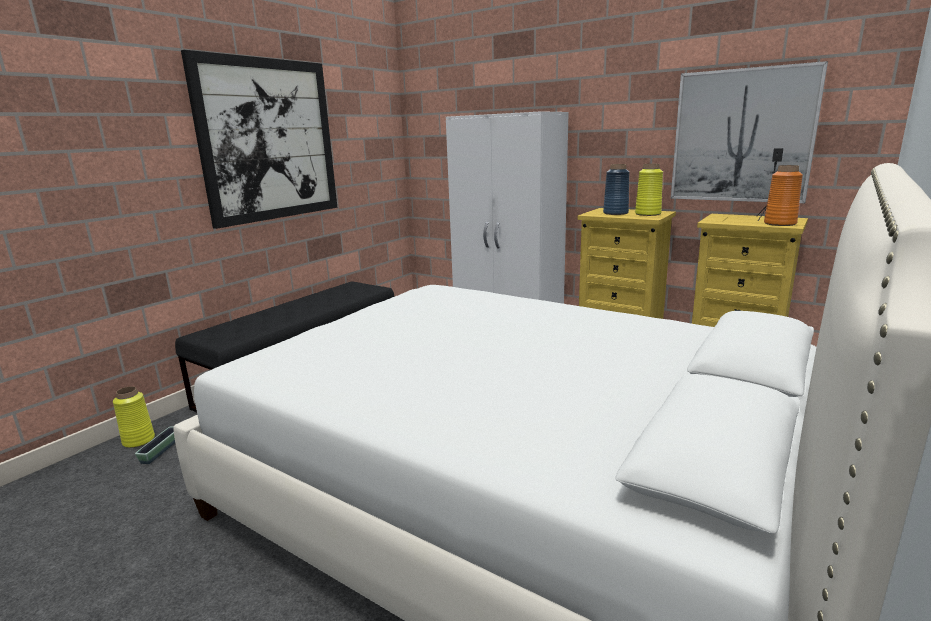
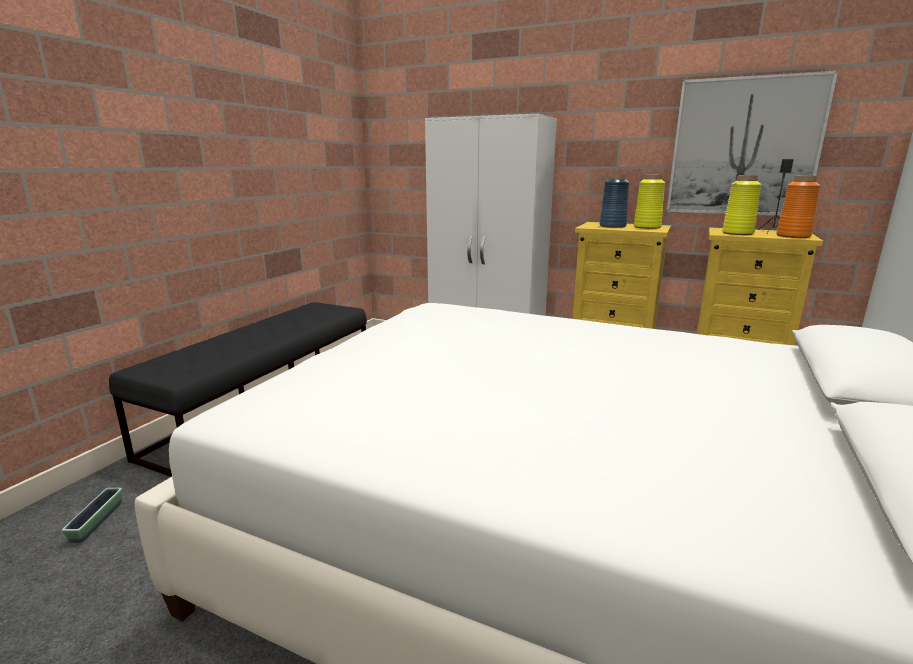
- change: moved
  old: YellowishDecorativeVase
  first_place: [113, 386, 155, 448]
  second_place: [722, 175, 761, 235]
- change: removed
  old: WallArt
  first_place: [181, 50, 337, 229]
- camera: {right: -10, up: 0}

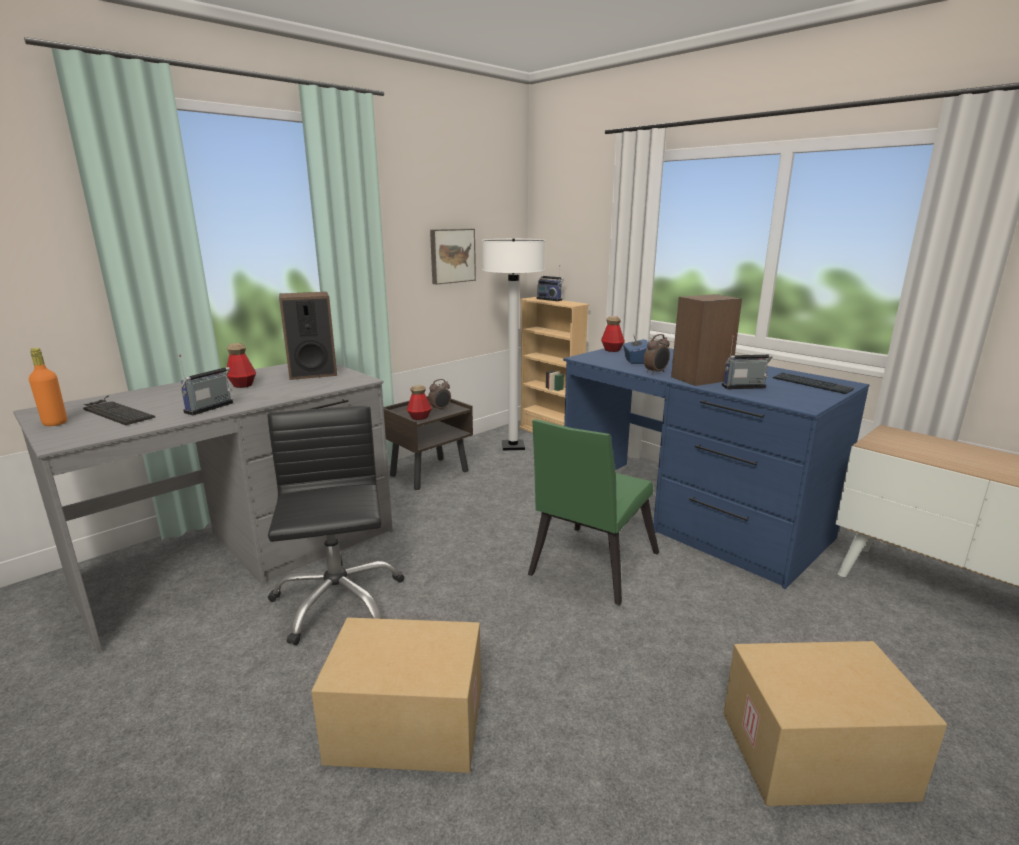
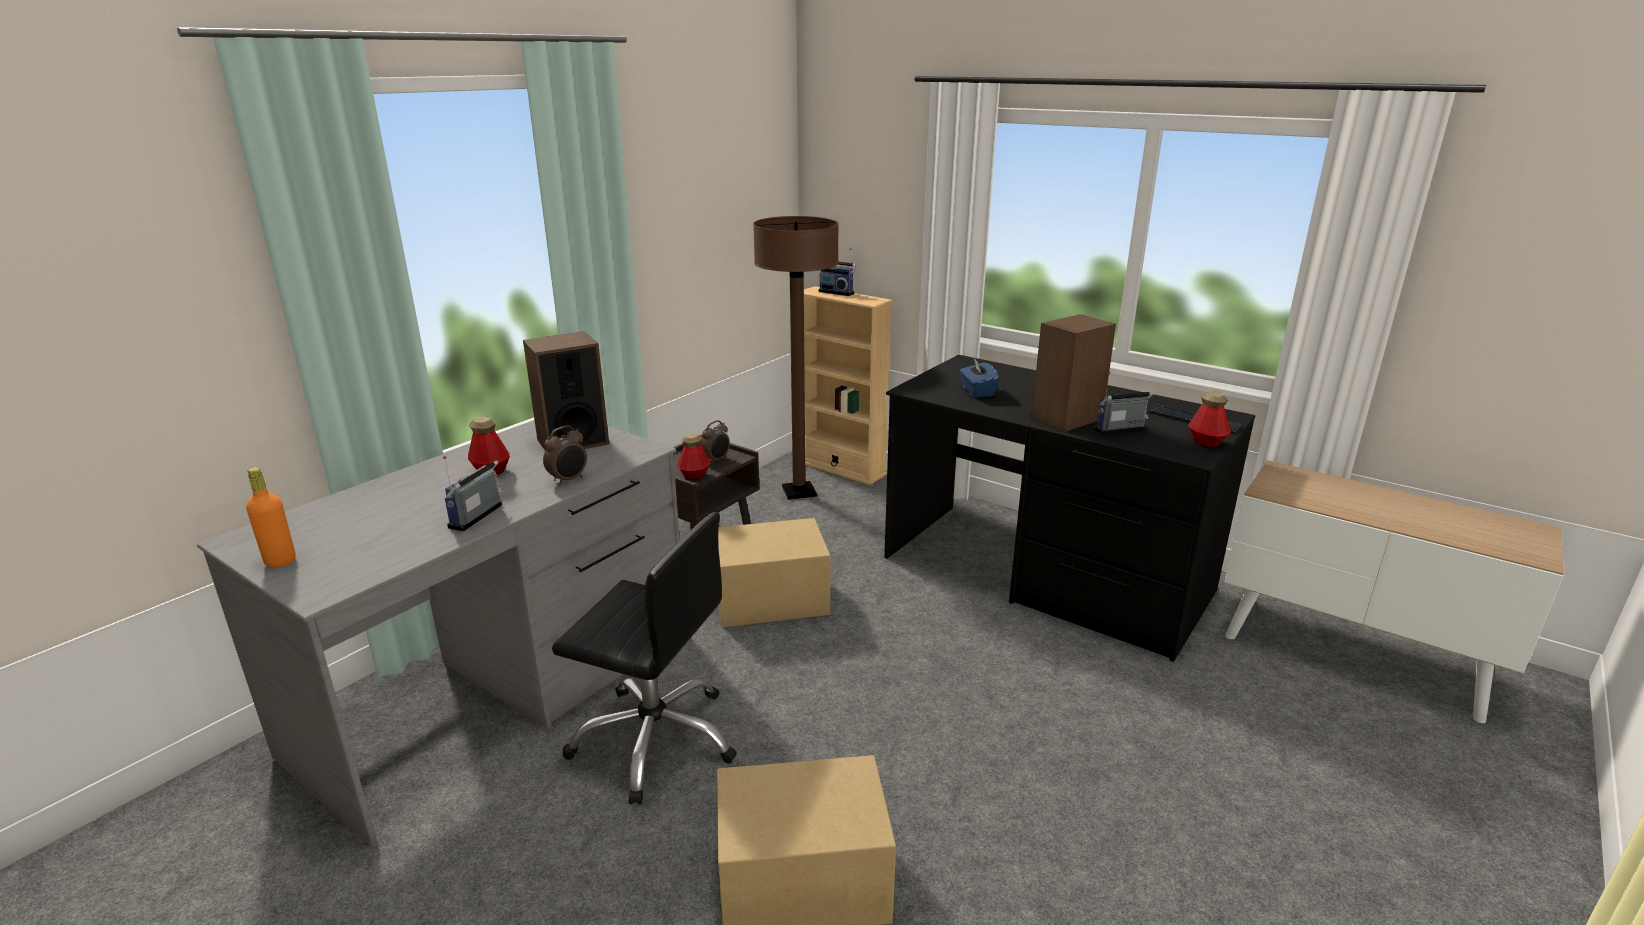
- change: moved
  old: TableClock
  first_place: [644, 334, 670, 374]
  second_place: [543, 425, 587, 485]
- change: turned
  old: BlackishOfficeChair
  first_place: [268, 406, 404, 645]
  second_place: [552, 512, 737, 805]
  degrees: 135
- change: moved
  old: CardboardBox
  first_place: [723, 641, 947, 806]
  second_place: [718, 518, 830, 627]
- change: recoloured
  old: WhiteColouredFloorLamp
  new: BrownFloorLamp
  first_place: [482, 239, 545, 450]
  second_place: [753, 216, 839, 500]
- change: recoloured
  old: BlueDesk
  new: BlackishDesk
  first_place: [563, 342, 869, 589]
  second_place: [884, 355, 1255, 662]
- change: moved
  old: Bottle
  first_place: [601, 316, 625, 352]
  second_place: [1188, 391, 1231, 448]
- change: removed
  old: PcKeyboard
  first_place: [83, 395, 155, 425]
- change: removed
  old: WallArt
  first_place: [430, 229, 476, 285]
- change: removed
  old: GreenColouredUprightChair
  first_place: [528, 419, 659, 605]
- camera: {right: -10, up: 5}

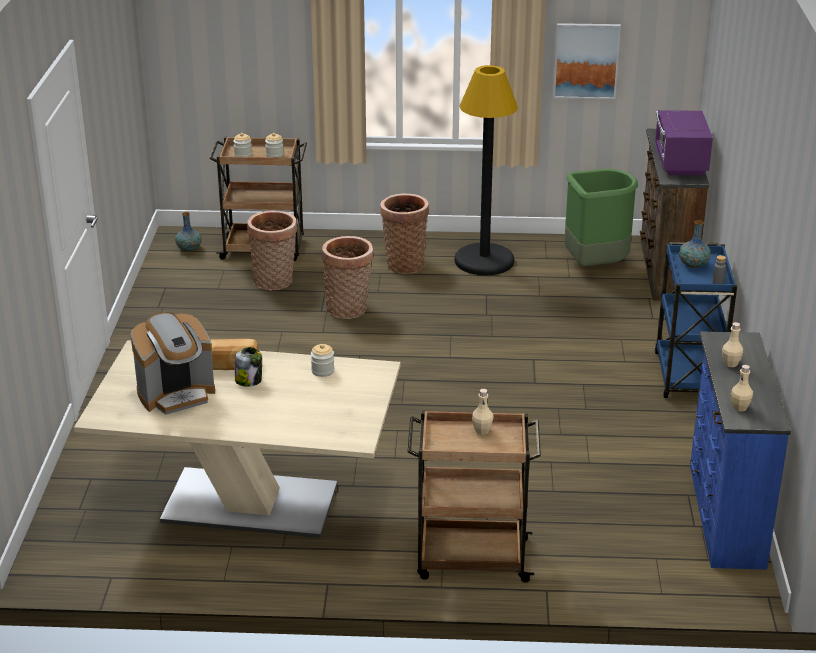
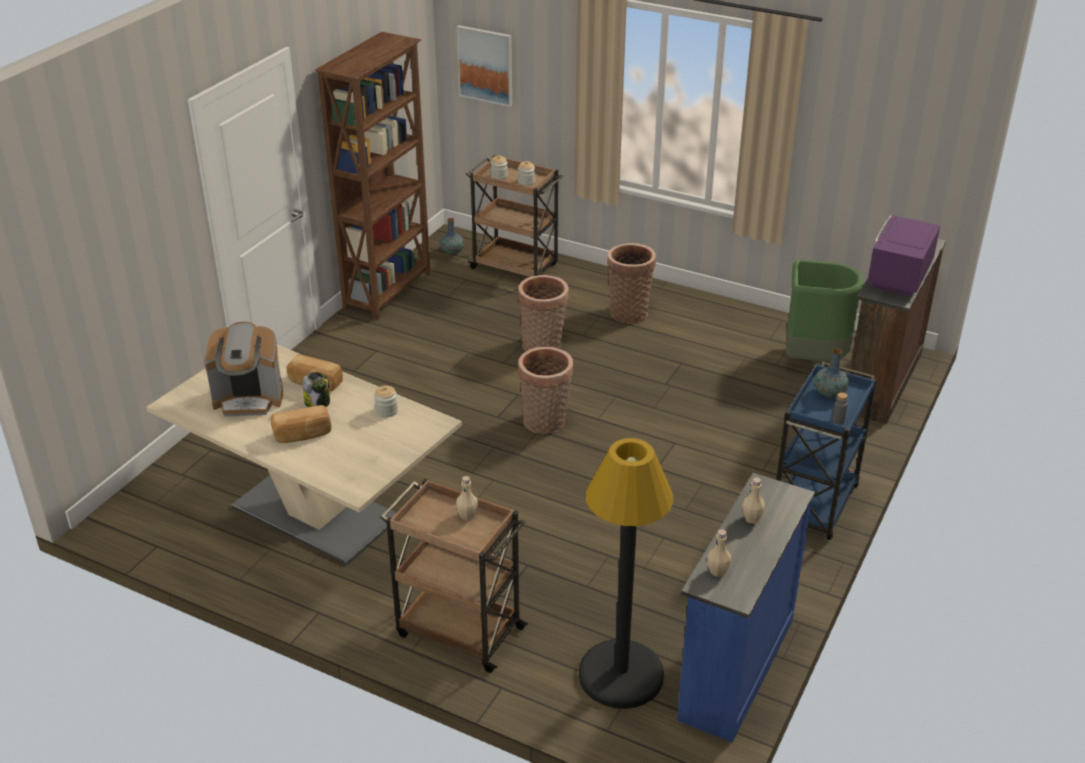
- change: added
  new: BakeryBread
  second_place: [271, 405, 331, 443]
- change: added
  new: BrownShelvingUnit
  second_place: [315, 32, 431, 320]
- change: moved
  old: WallArt
  first_place: [553, 23, 621, 99]
  second_place: [456, 25, 512, 107]
- change: moved
  old: Basket
  first_place: [247, 211, 297, 291]
  second_place: [518, 347, 573, 434]
- change: moved
  old: BlackishFloorLamp
  first_place: [455, 65, 518, 276]
  second_place: [579, 438, 673, 709]
- camera: {right: 25, up: 5}

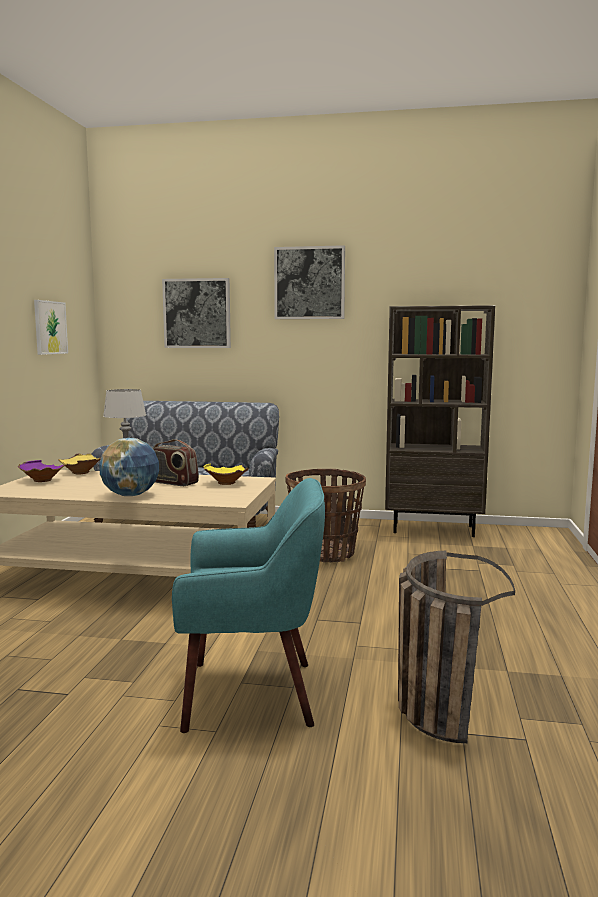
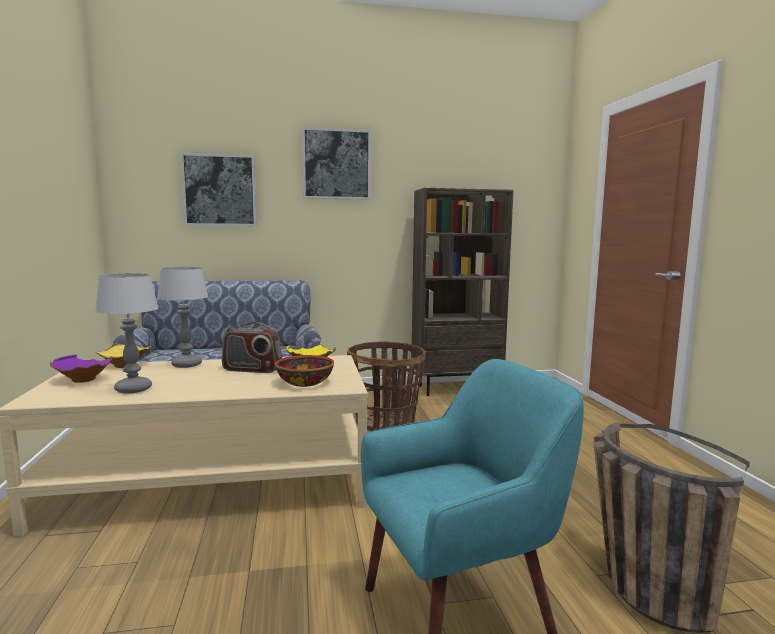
- change: added
  new: TableLamp
  second_place: [95, 273, 159, 394]
- change: added
  new: Bowl
  second_place: [275, 355, 334, 387]
- change: removed
  old: WallArt
  first_place: [34, 300, 68, 355]
- change: removed
  old: Globe
  first_place: [99, 438, 159, 496]
- camera: {right: -20, up: 0}

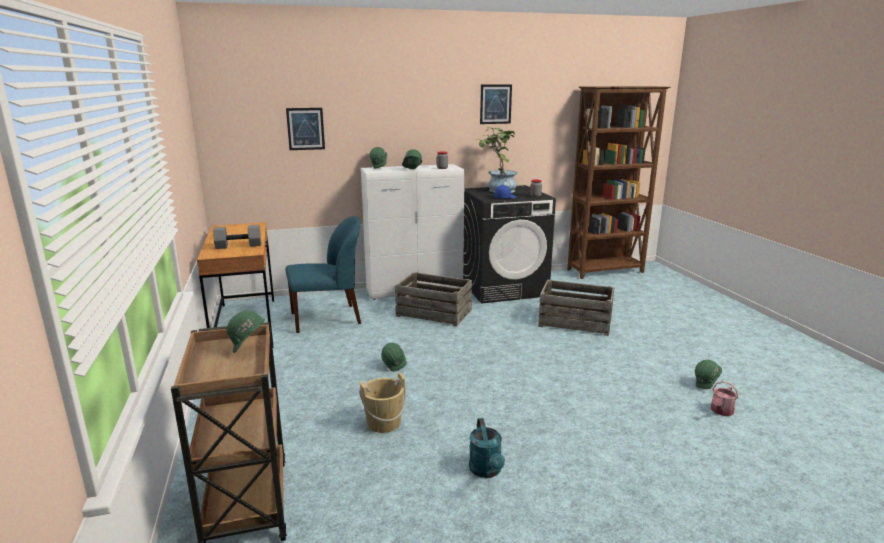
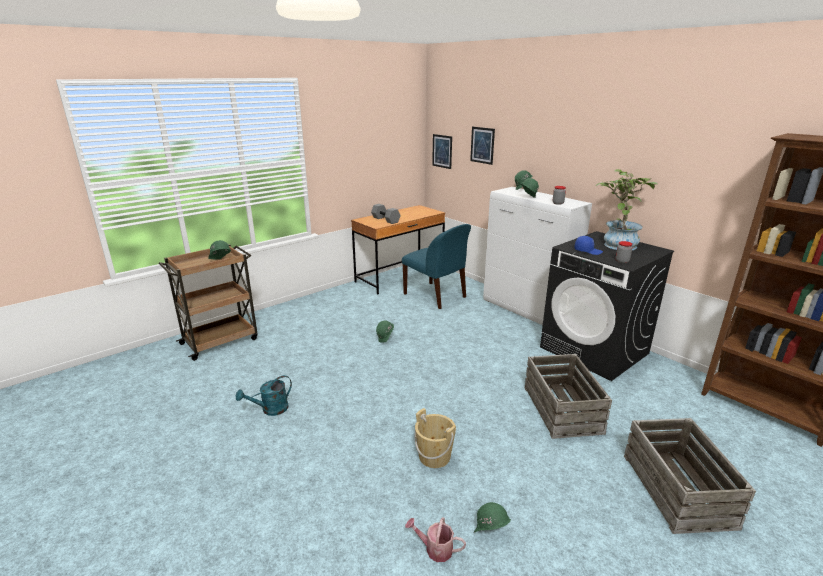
- change: moved
  old: BeigeColouredPail
  first_place: [359, 373, 406, 433]
  second_place: [415, 408, 456, 468]
- change: moved
  old: WallArt
  first_place: [480, 84, 512, 124]
  second_place: [432, 134, 452, 169]
- change: moved
  old: PackingCrate
  first_place: [395, 272, 472, 326]
  second_place: [624, 418, 756, 534]
- camera: {right: 65, up: 5}

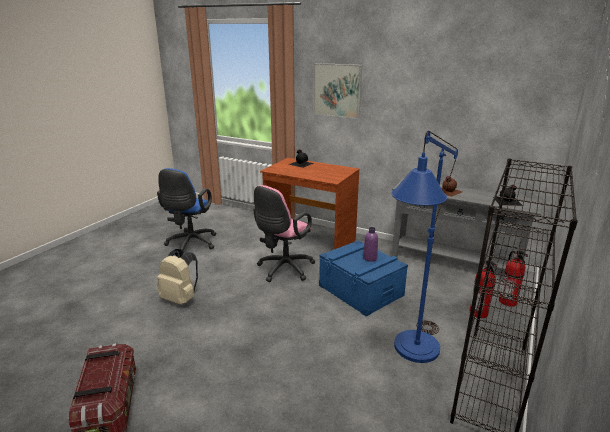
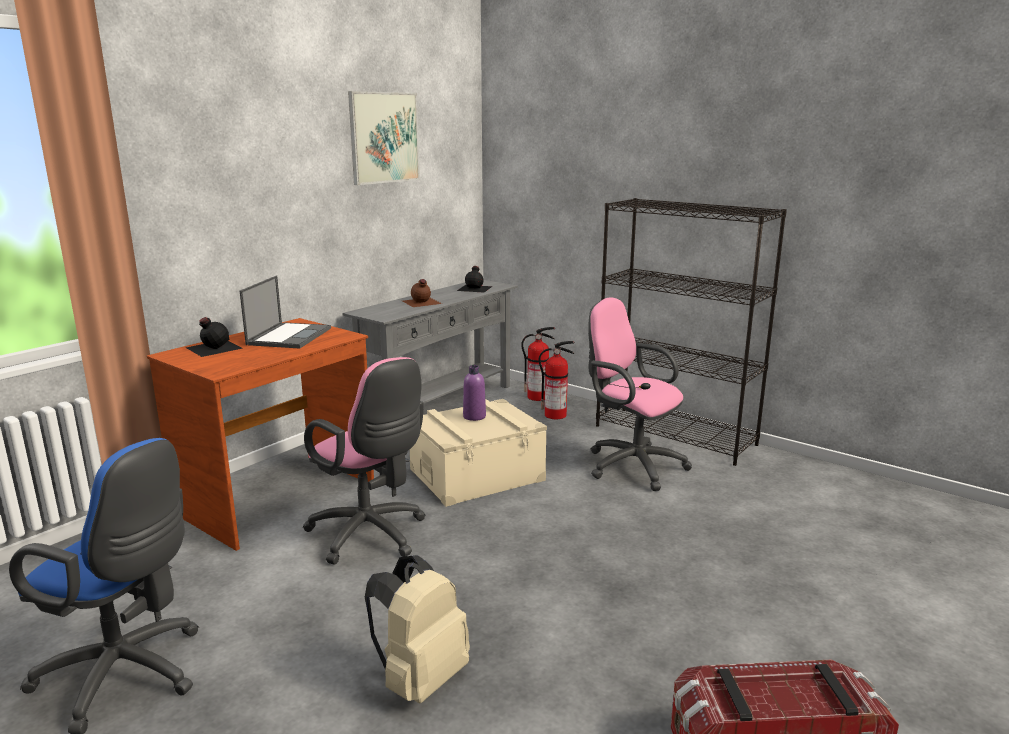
- change: added
  new: Laptop
  second_place: [240, 275, 331, 349]
- change: moved
  old: WallArt
  first_place: [313, 63, 362, 119]
  second_place: [348, 91, 420, 185]
- change: recoloured
  old: BlueStorageContainer
  new: BeigeColouredStorageContainer
  first_place: [319, 240, 408, 317]
  second_place: [410, 399, 547, 507]
- change: replaced
  old: BlueFloorLamp
  new: PinkOfficeChair
  first_place: [391, 131, 458, 363]
  second_place: [588, 297, 692, 491]
- camera: {right: -80, up: -5}

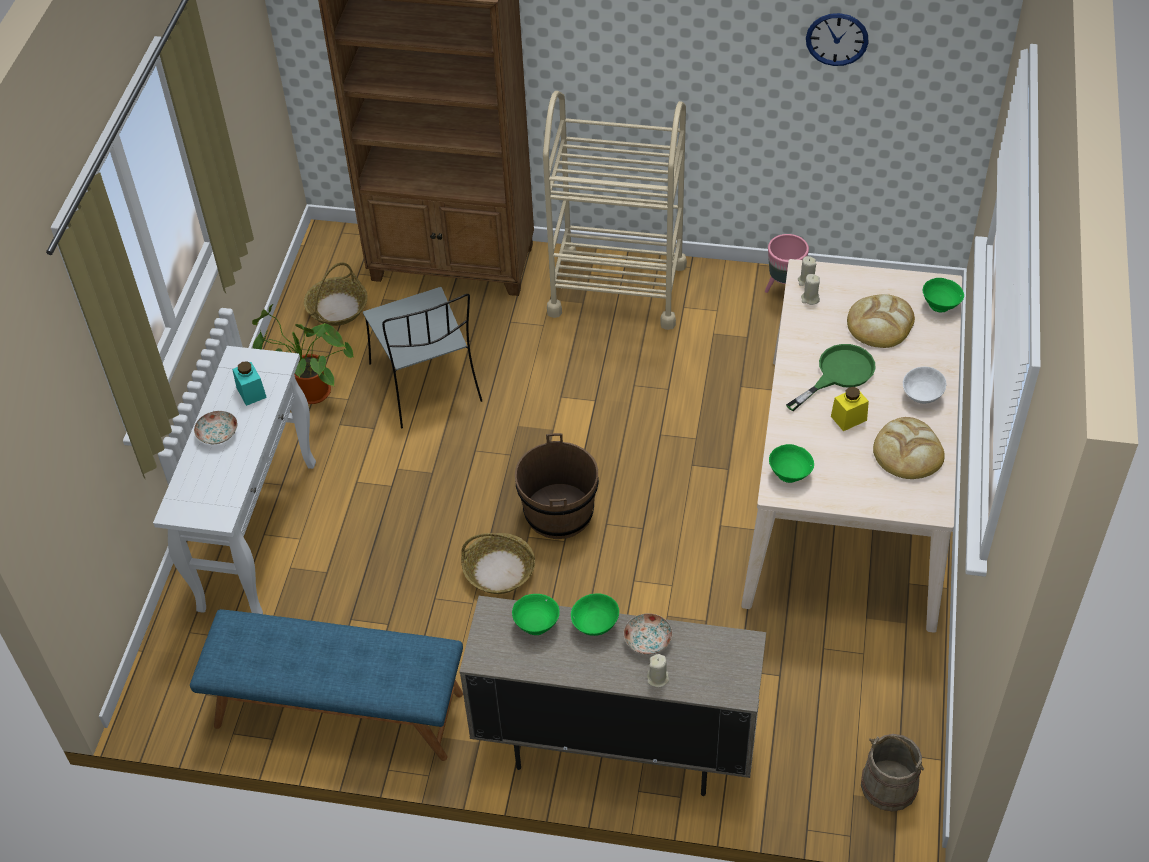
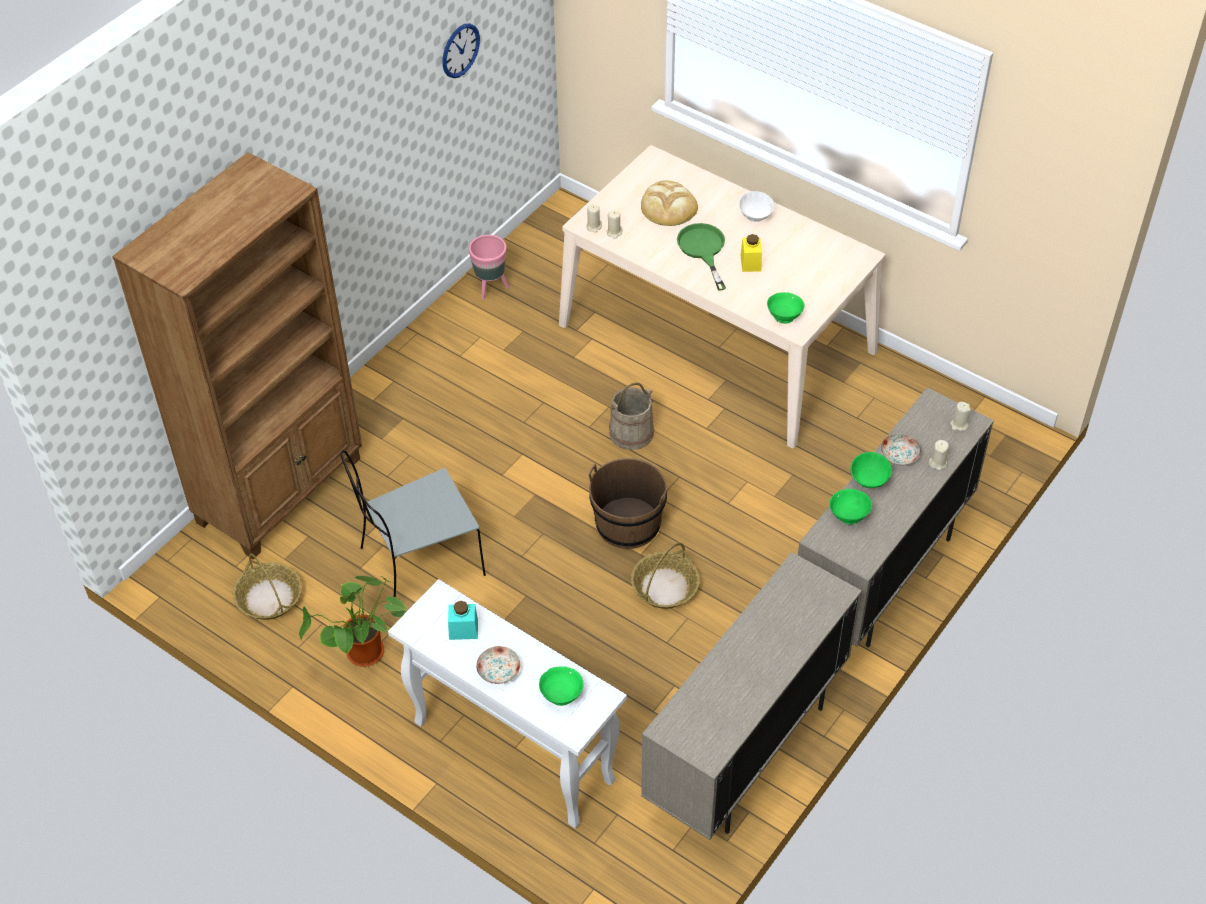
- change: turned
  old: GreyUprightChair
  first_place: [363, 287, 482, 429]
  second_place: [341, 450, 486, 598]
  degrees: 150
- change: moved
  old: GreenColouredBowl
  first_place: [923, 278, 964, 312]
  second_place: [539, 666, 584, 706]
- change: moved
  old: BeigeColouredPail
  first_place: [861, 734, 925, 812]
  second_place: [609, 383, 654, 450]
- change: replaced
  old: BlueLongSeat
  new: BeigeColouredCupboard
  first_place: [190, 609, 463, 761]
  second_place: [641, 552, 862, 840]
- change: added
  new: BeigeColouredWaxLight
  second_place: [950, 402, 971, 431]
- change: removed
  old: BeigeColouredWheeledCart
  first_place: [543, 91, 687, 330]
- change: removed
  old: BakeryBread
  first_place: [873, 417, 945, 479]
- camera: {right: -65, up: 0}

